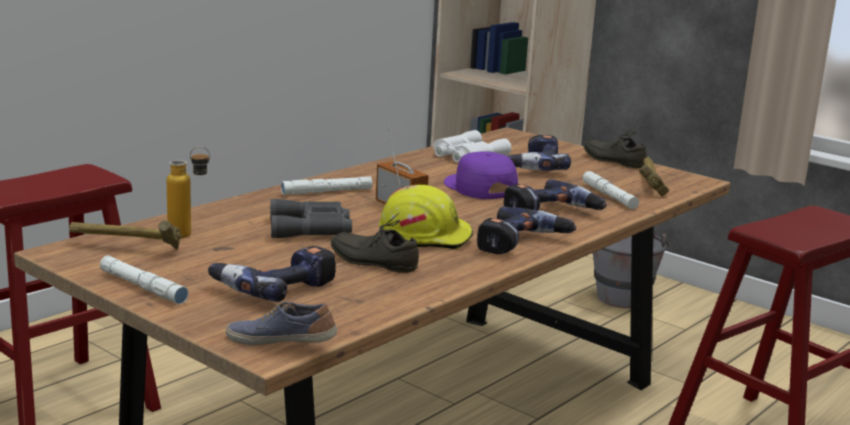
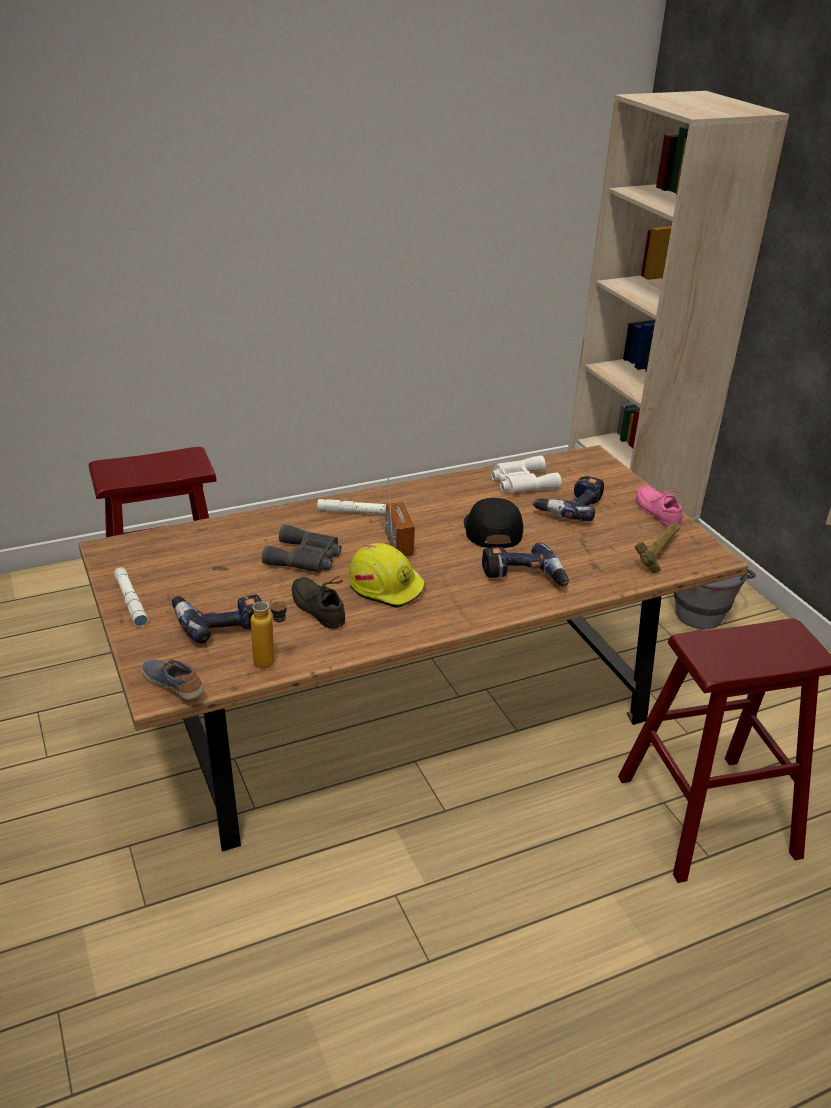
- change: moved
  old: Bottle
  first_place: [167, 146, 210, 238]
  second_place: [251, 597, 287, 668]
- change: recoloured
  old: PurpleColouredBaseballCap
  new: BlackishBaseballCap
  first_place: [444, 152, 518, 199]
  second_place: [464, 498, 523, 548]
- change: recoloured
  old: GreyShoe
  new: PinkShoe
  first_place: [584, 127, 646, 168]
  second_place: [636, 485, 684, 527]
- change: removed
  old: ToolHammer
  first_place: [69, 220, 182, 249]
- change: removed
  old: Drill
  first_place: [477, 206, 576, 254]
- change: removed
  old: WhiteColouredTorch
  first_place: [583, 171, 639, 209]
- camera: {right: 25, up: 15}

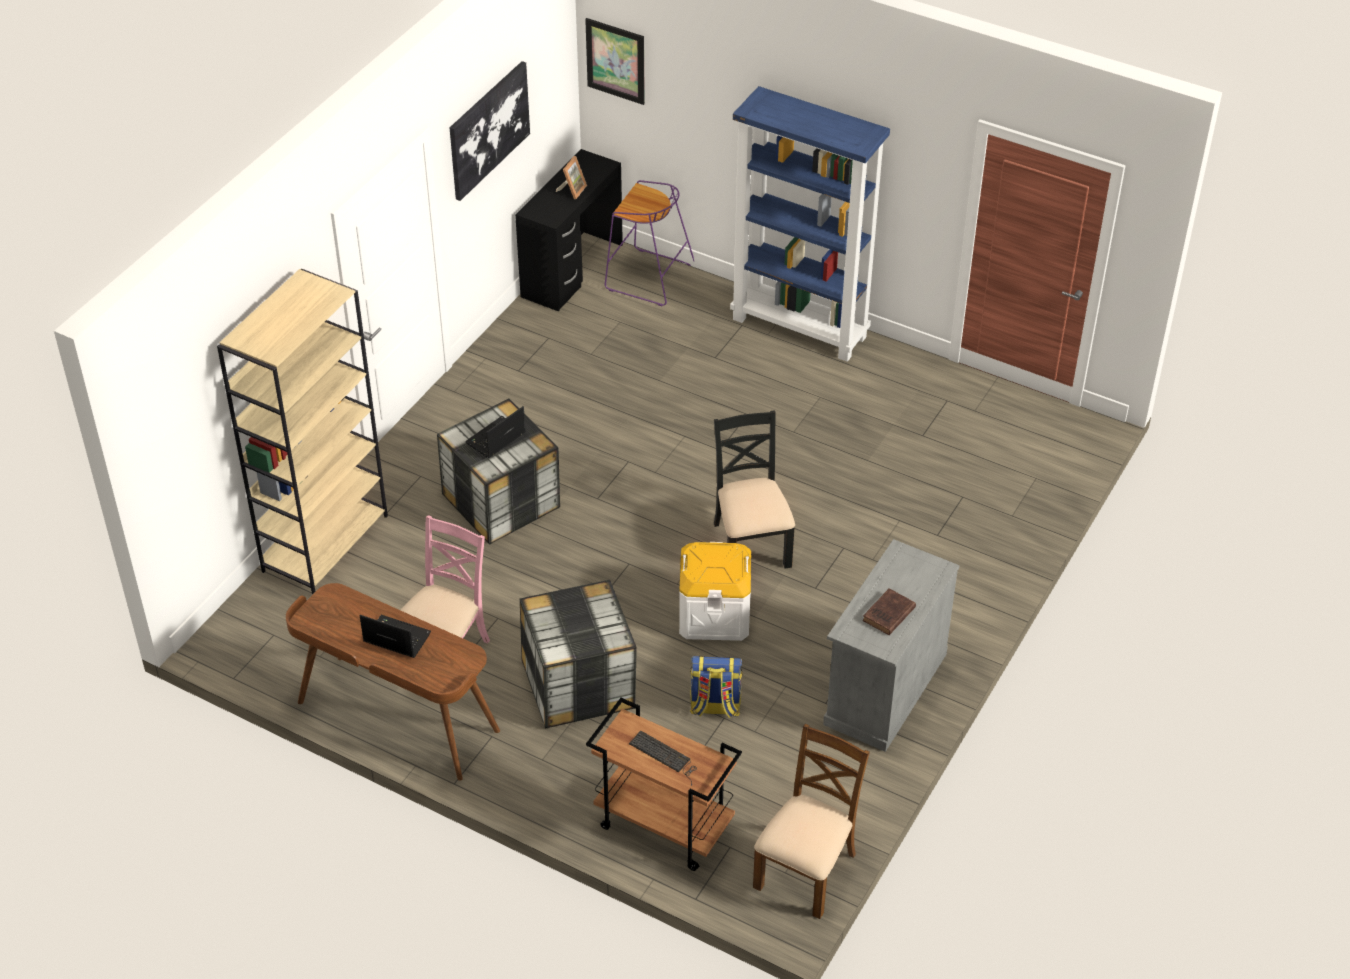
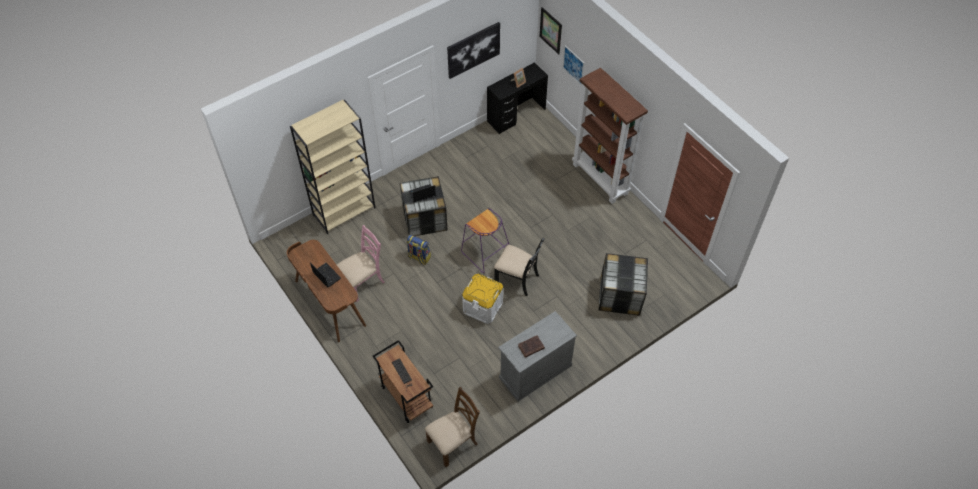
- change: moved
  old: Knapsack
  first_place: [690, 656, 742, 719]
  second_place: [407, 235, 431, 265]
- change: moved
  old: PurpleColouredStoolSeat
  first_place: [605, 180, 694, 306]
  second_place: [461, 208, 509, 273]
- change: turned
  old: BlackishUprightChair
  first_place: [714, 410, 795, 569]
  second_place: [494, 238, 544, 296]
  degrees: 105
- change: added
  new: WallArt
  second_place: [563, 45, 585, 85]
- change: recoloured
  old: BlueShelvingUnit
  new: BrownShelvingUnit
  first_place: [730, 86, 890, 362]
  second_place: [572, 68, 648, 204]
- change: moved
  old: StorageContainer
  first_place: [520, 580, 637, 729]
  second_place: [598, 253, 648, 316]
- camera: {right: 25, up: 10}

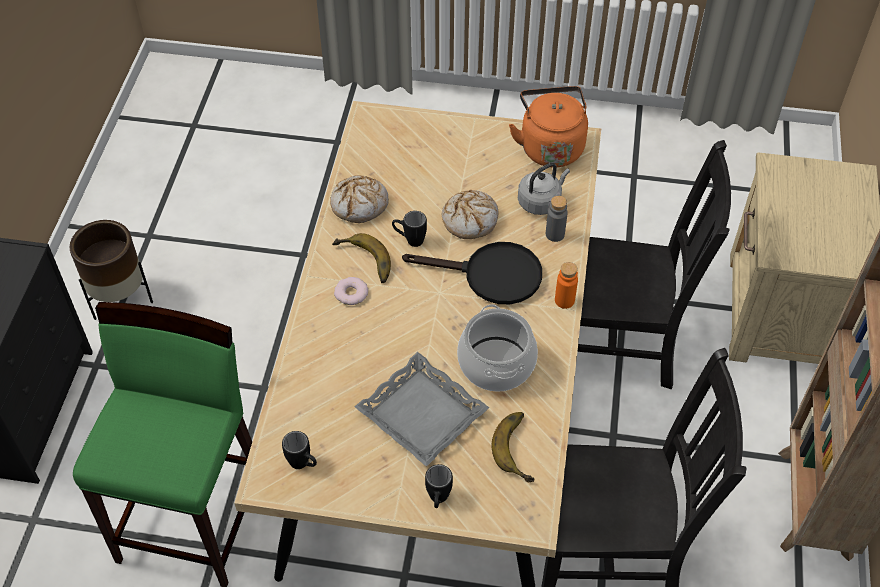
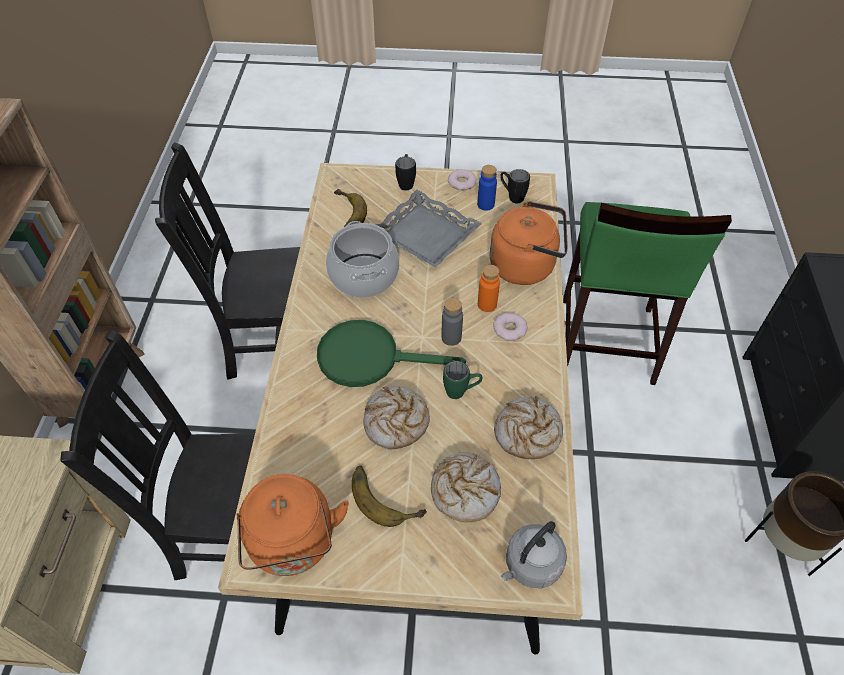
- change: recoloured
  old: BlackishPan
  new: GreenColouredPan
  first_place: [402, 242, 542, 304]
  second_place: [317, 320, 466, 387]
- change: moved
  old: BananaFruit
  first_place: [332, 233, 391, 283]
  second_place: [352, 465, 427, 527]
- change: added
  new: BakeryBread
  second_place: [431, 452, 501, 522]
- change: moved
  old: GreyBottle
  first_place: [546, 196, 568, 242]
  second_place: [441, 298, 463, 346]
- change: recoloured
  old: BlackishCoffeeMug
  new: GreenColouredCoffeeMug
  first_place: [392, 211, 427, 247]
  second_place: [443, 361, 482, 399]
- change: added
  new: Doughnut
  second_place: [448, 169, 476, 190]
- change: added
  new: BlueBottle
  second_place: [477, 165, 497, 211]
- change: moved
  old: OrangeBottle
  first_place: [555, 262, 578, 309]
  second_place: [478, 265, 500, 312]
- change: added
  new: OrangeTeaKettle
  second_place: [490, 201, 568, 285]
- change: moved
  old: GreyTeaKettle
  first_place: [518, 163, 570, 215]
  second_place: [501, 521, 567, 588]
- camera: {right: 175, up: 0}

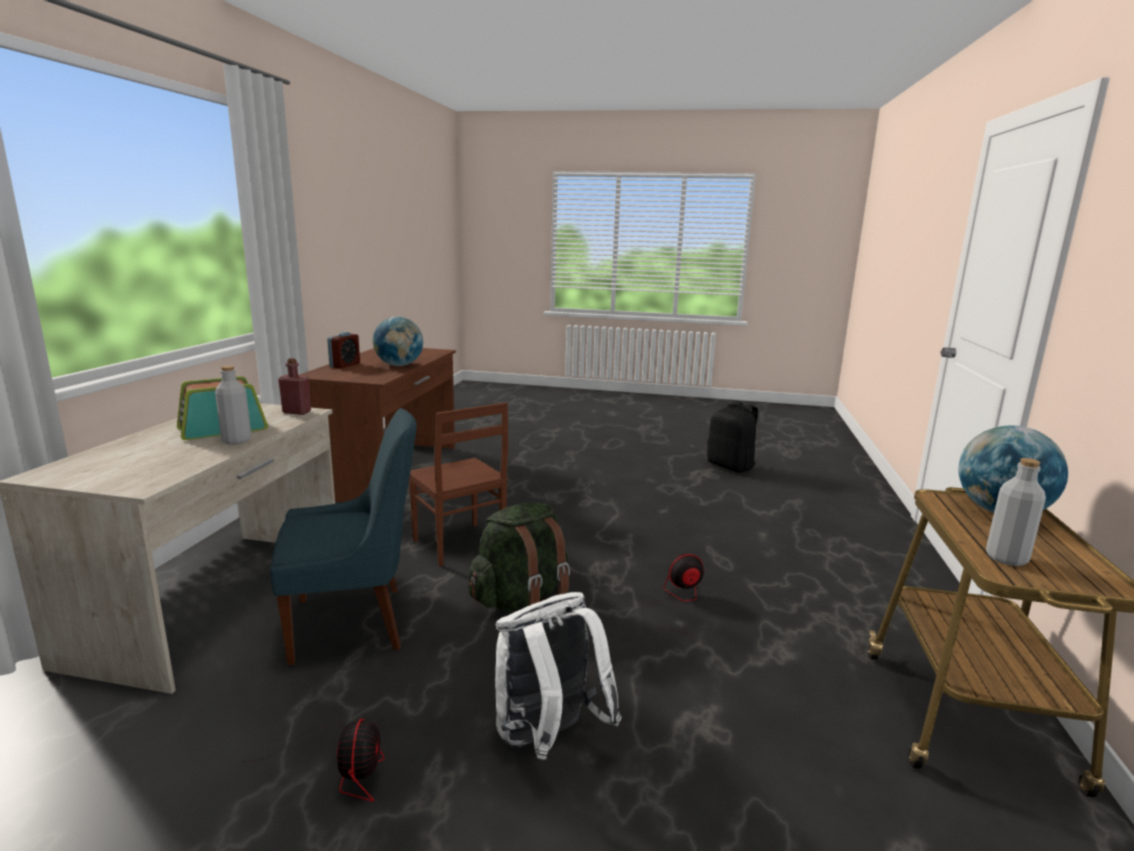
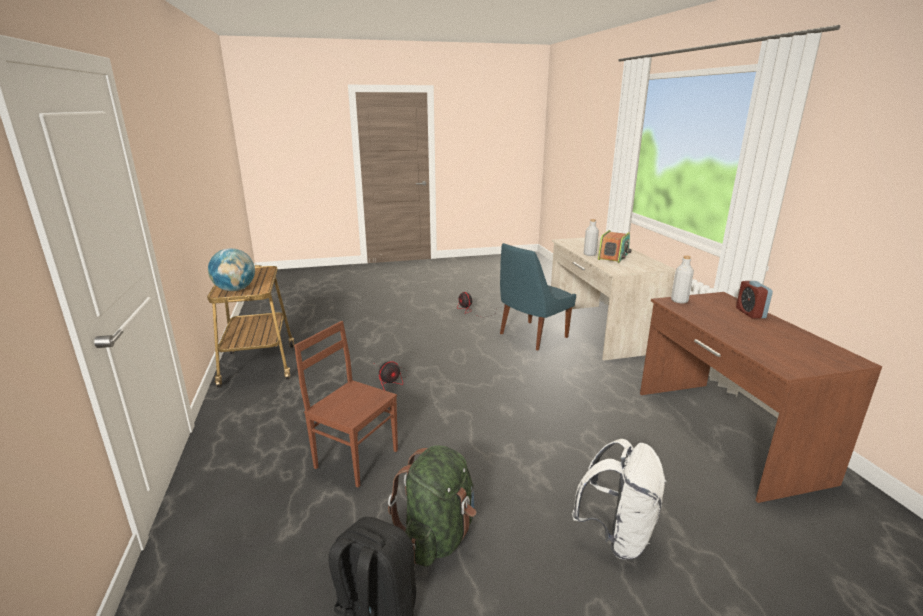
- change: moved
  old: BrownUprightChair
  first_place: [409, 403, 508, 566]
  second_place: [294, 321, 398, 487]
- change: moved
  old: GreenColouredKnapsack
  first_place: [469, 502, 570, 613]
  second_place: [388, 445, 476, 567]
- change: moved
  old: WhiteColouredKnapsack
  first_place: [495, 592, 622, 760]
  second_place: [572, 439, 667, 560]
- change: moved
  old: GreyBottle
  first_place: [986, 458, 1046, 566]
  second_place: [671, 255, 694, 303]
- change: removed
  old: RedColouredBottle
  first_place: [278, 358, 311, 415]
- change: removed
  old: Globe
  first_place: [373, 317, 423, 366]
- camera: {right: 155, up: 5}

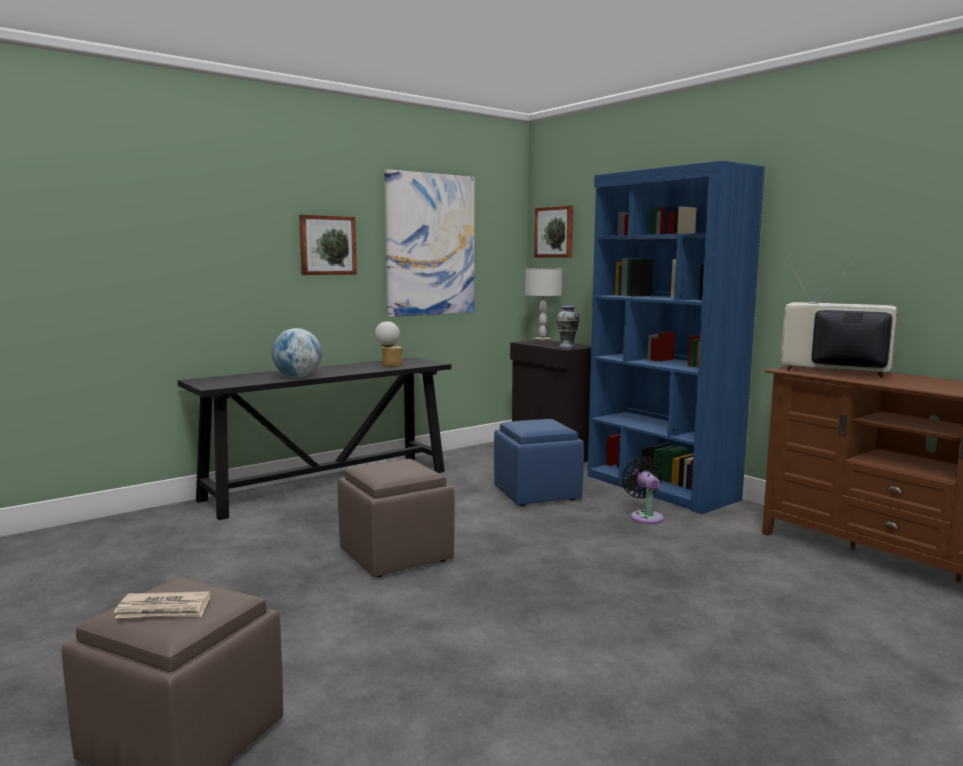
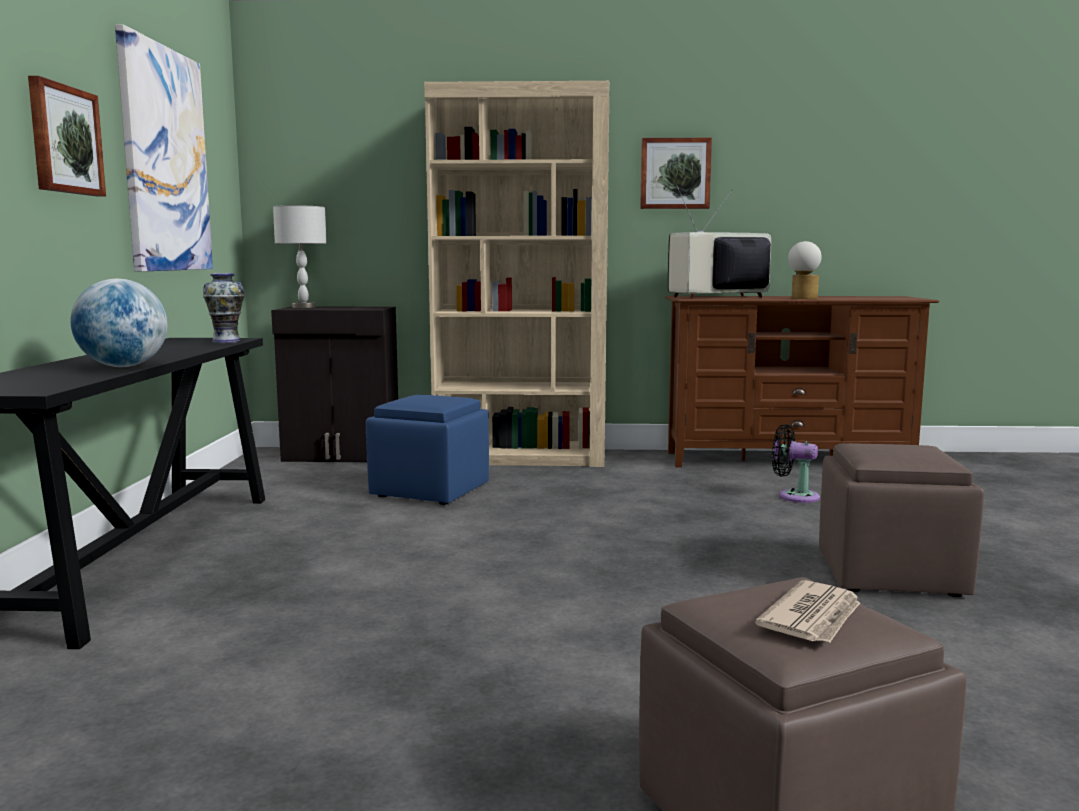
- change: moved
  old: DecorativeVase
  first_place: [556, 306, 580, 349]
  second_place: [203, 273, 245, 343]
- change: recoloured
  old: BlueShelvingUnit
  new: BeigeColouredShelvingUnit
  first_place: [587, 161, 765, 514]
  second_place: [424, 81, 609, 467]
- change: moved
  old: WallArt
  first_place: [534, 205, 573, 258]
  second_place: [640, 138, 712, 209]
- change: moved
  old: BlackishFan
  first_place: [622, 456, 664, 524]
  second_place: [772, 424, 820, 503]
- change: moved
  old: TableLamp
  first_place: [375, 321, 402, 367]
  second_place: [788, 241, 822, 299]
- change: moved
  old: BrownOttoman
  first_place: [338, 459, 455, 577]
  second_place: [819, 443, 984, 597]
- camera: {right: -50, up: 0}

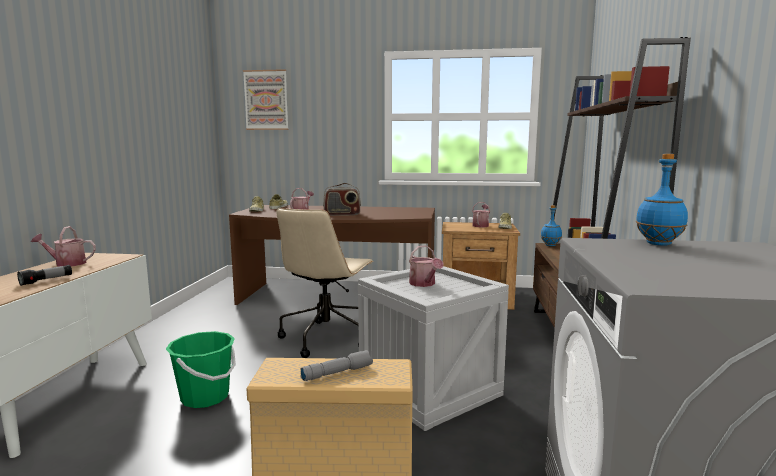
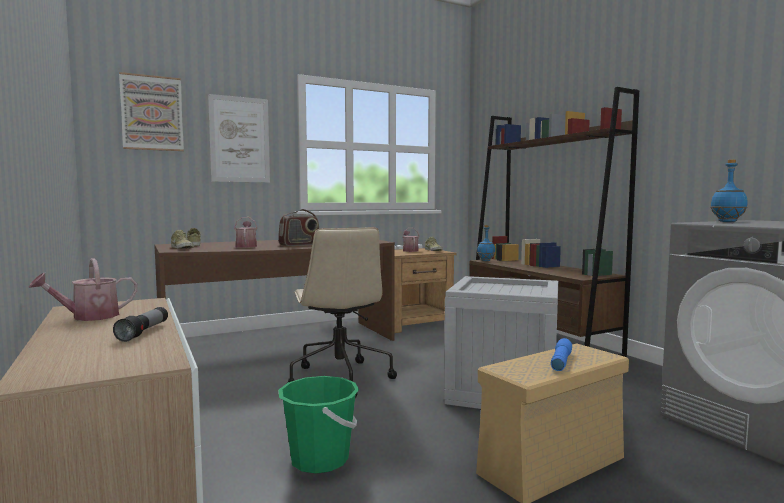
- change: added
  new: WallArt
  second_place: [208, 94, 270, 182]
- change: recoloured
  old: GreyTorch
  new: BlueTorch
  first_place: [300, 350, 373, 381]
  second_place: [551, 338, 572, 371]
- change: removed
  old: WateringCan
  first_place: [409, 245, 443, 287]
- camera: {right: -35, up: -5}

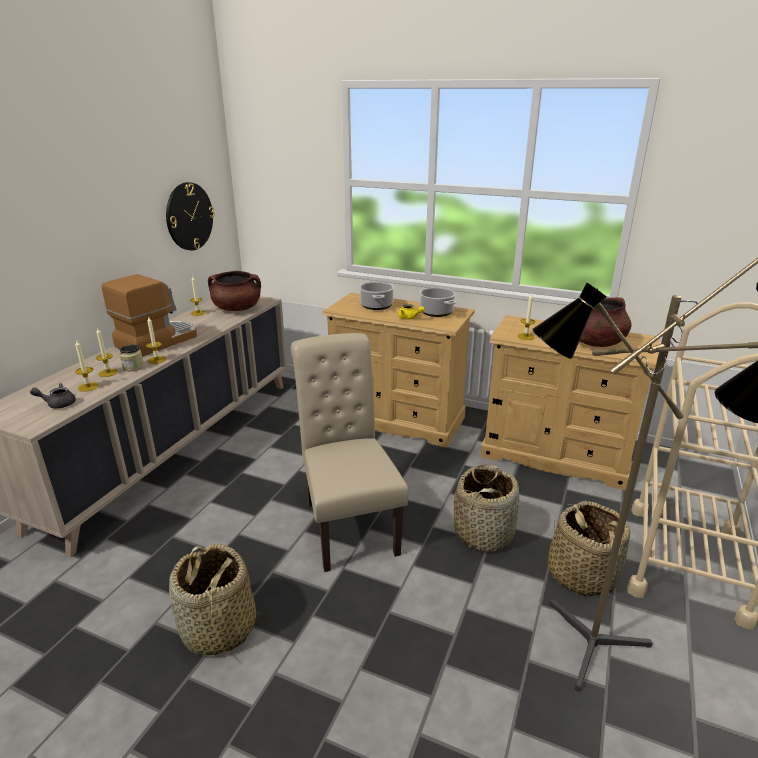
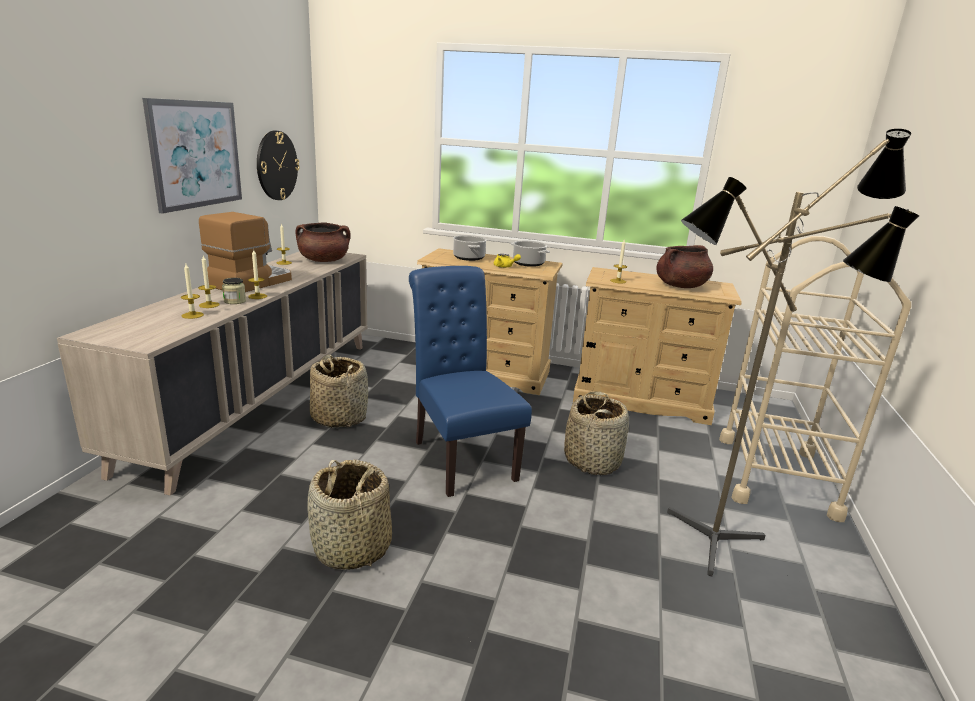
- change: added
  new: WallArt
  second_place: [142, 98, 242, 214]
- change: moved
  old: Basket
  first_place: [548, 501, 630, 596]
  second_place: [310, 355, 368, 428]
- change: recoloured
  old: BeigeColouredUprightChair
  new: BlueUprightChair
  first_place: [291, 333, 408, 572]
  second_place: [409, 266, 532, 497]
- change: removed
  old: GreyTeaPot
  first_place: [30, 383, 76, 409]
- camera: {right: -10, up: -5}

